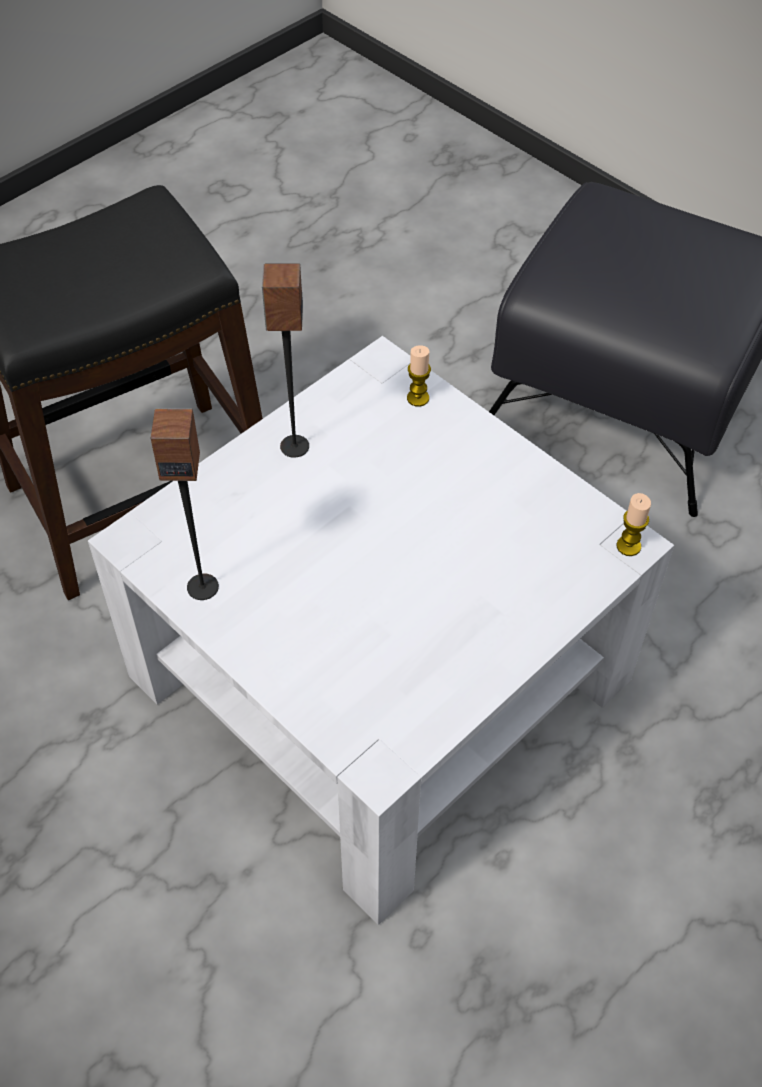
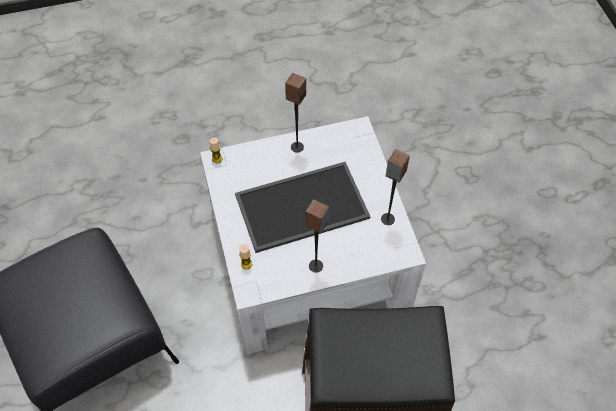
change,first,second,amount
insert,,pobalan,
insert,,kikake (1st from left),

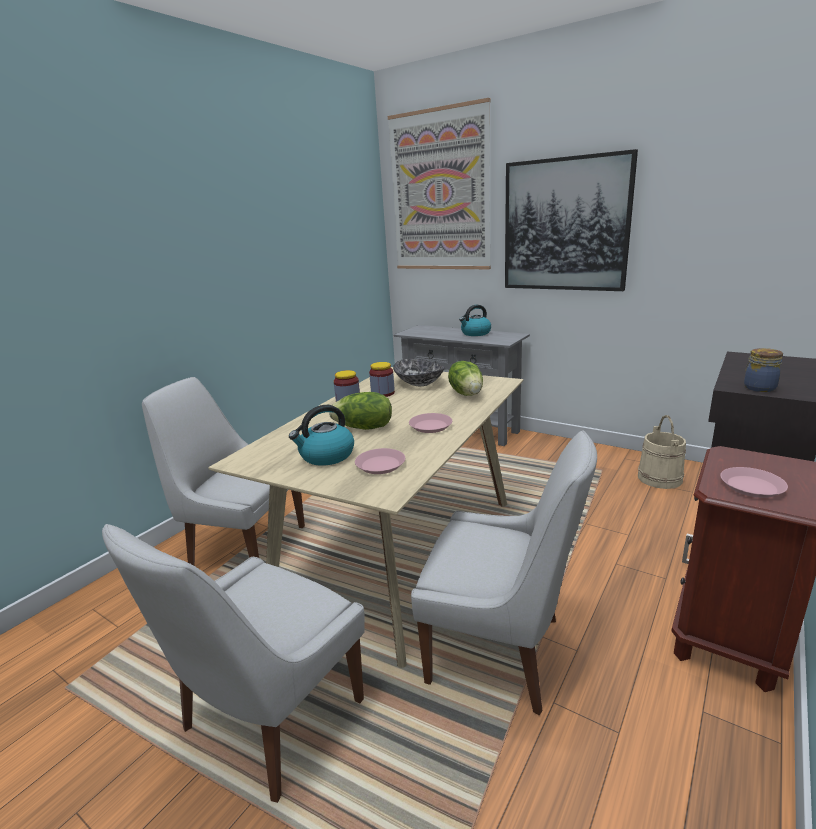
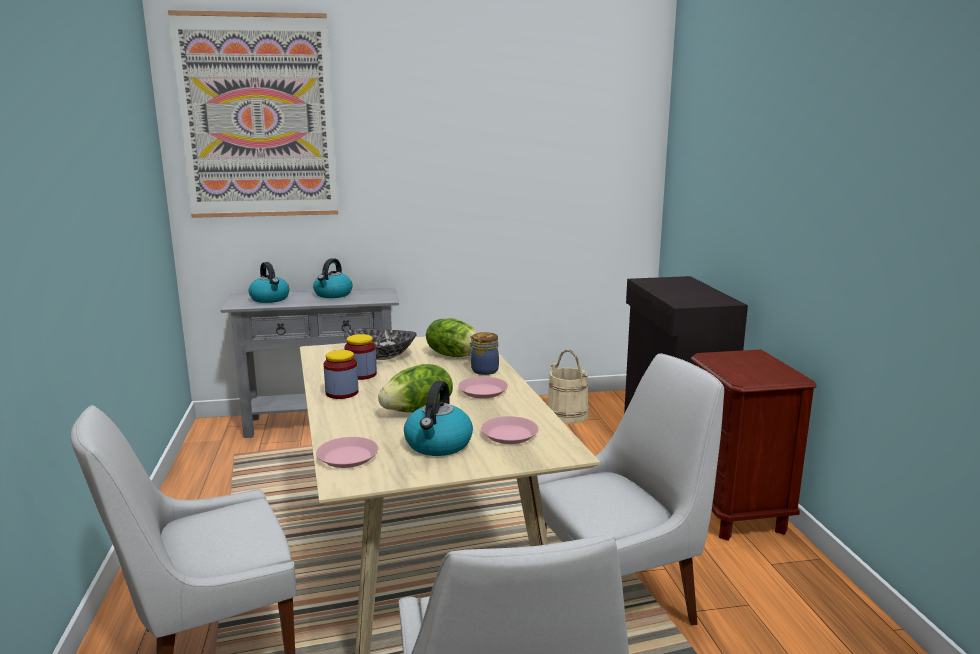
change,first,second,amount
delete,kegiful (2nd from left),,
move,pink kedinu (3rd from left in the first image),pink kedinu (1st from left),
move,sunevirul (3rd from left),,
insert,,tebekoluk (1st from left),

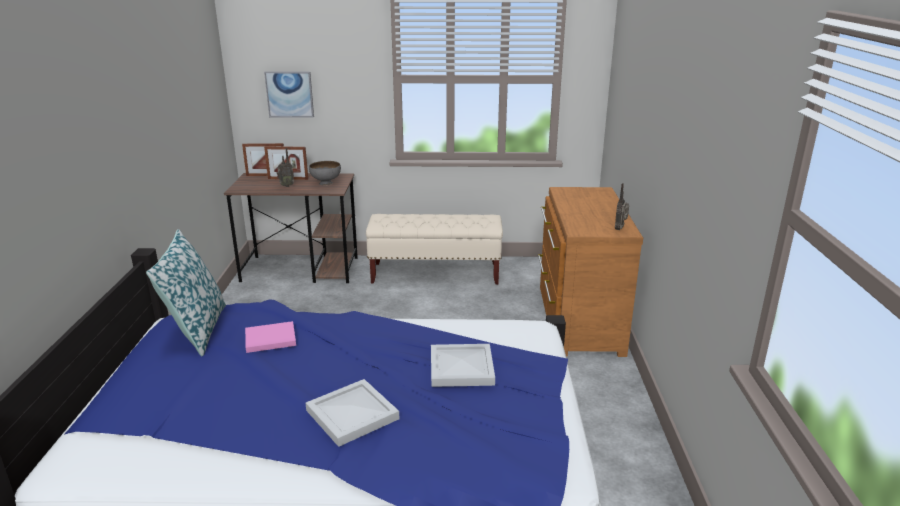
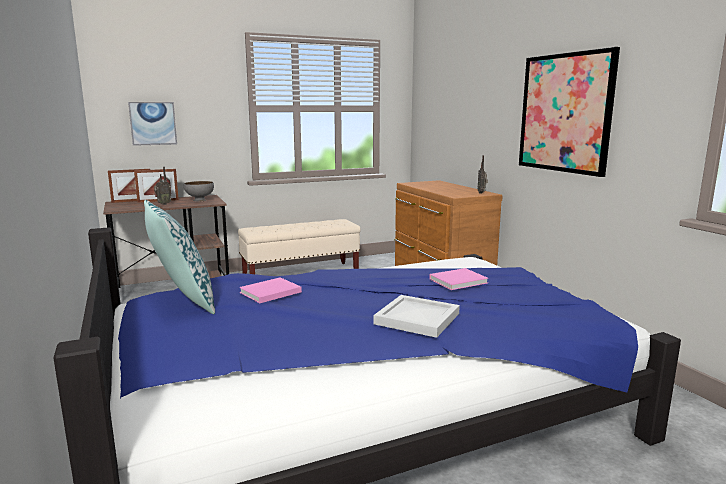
change,first,second,amount
replace,white pobalan (2nd from left),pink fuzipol (2nd from left),
insert,,kegiful (2nd from left),

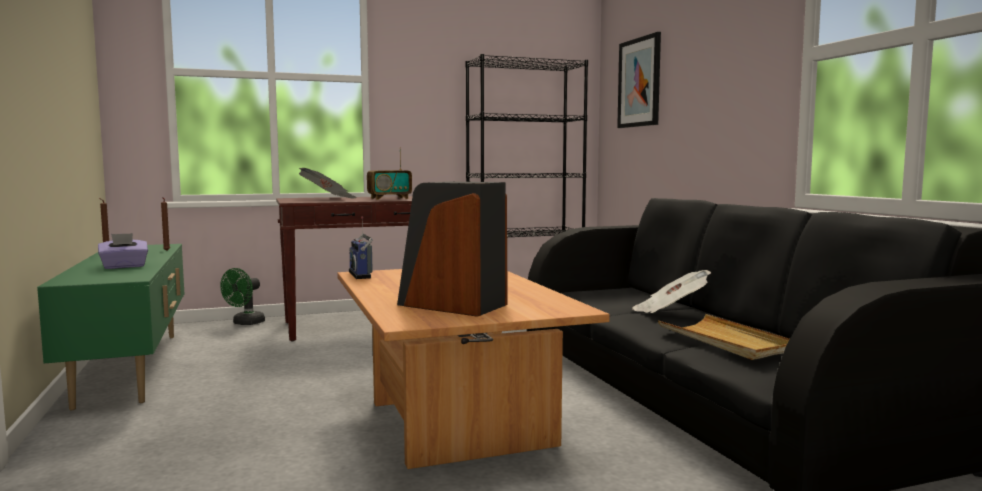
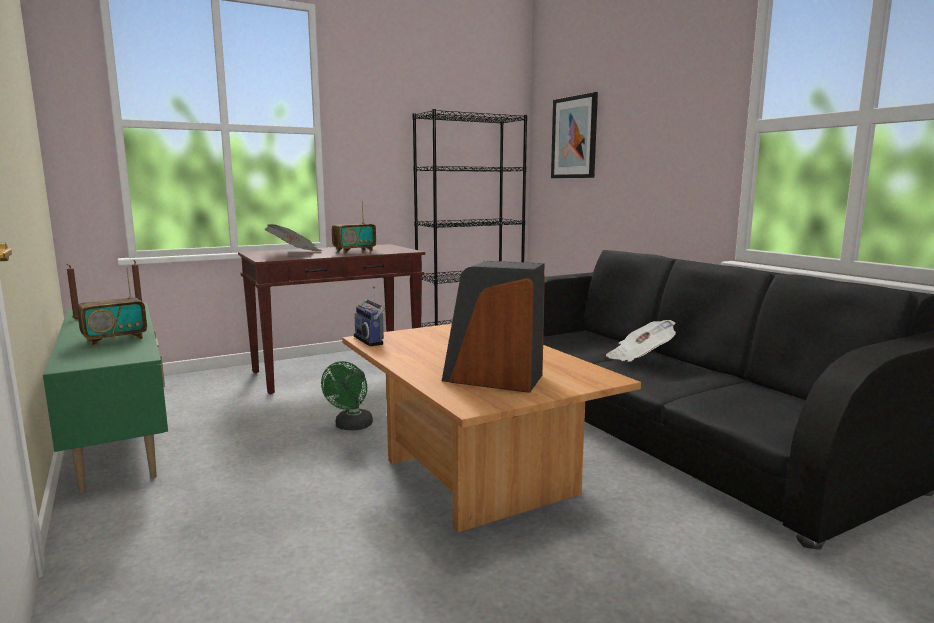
change,first,second,amount
replace,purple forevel,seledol (1st from left),
move,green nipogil,,
delete,beige pobalan,,

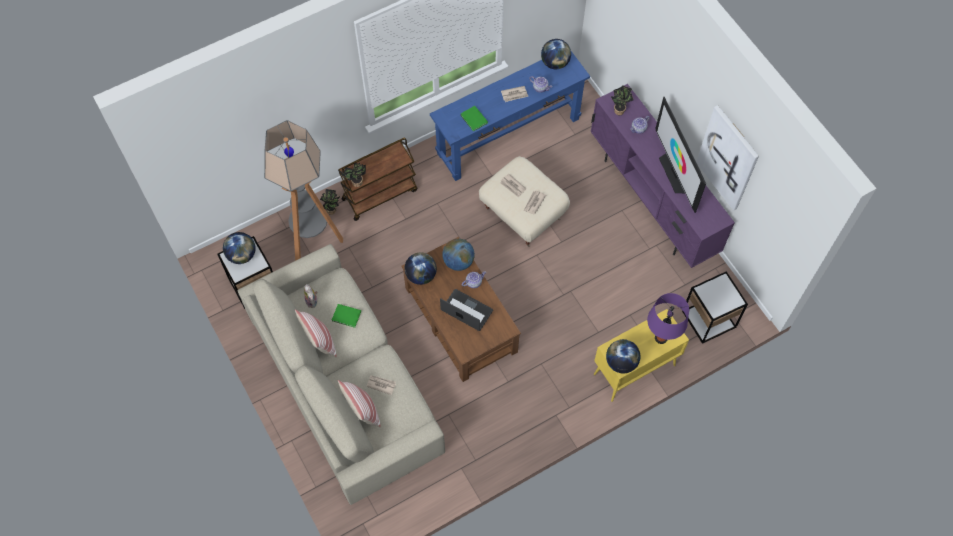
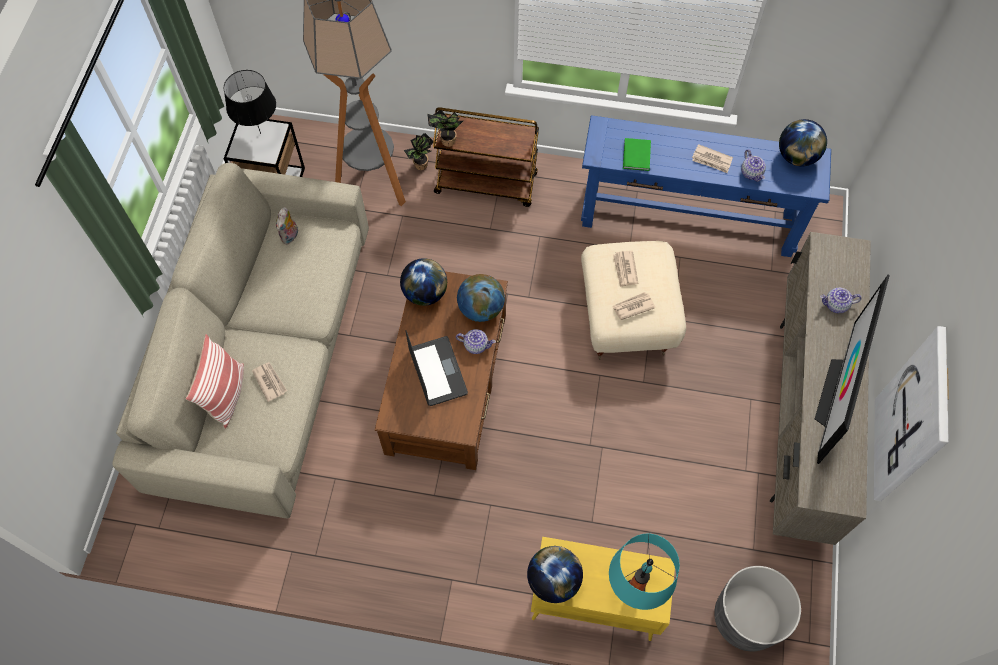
change,first,second,amount
replace,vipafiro (1st from left),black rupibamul,
delete,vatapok (1st from left),,
delete,green fuzipol (1st from left),,
recolor,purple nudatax,beige nudatax,
delete,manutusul (3rd from left),,
recolor,purple rupibamul,turquoise rupibamul,
replace,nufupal (2nd from left),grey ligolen,

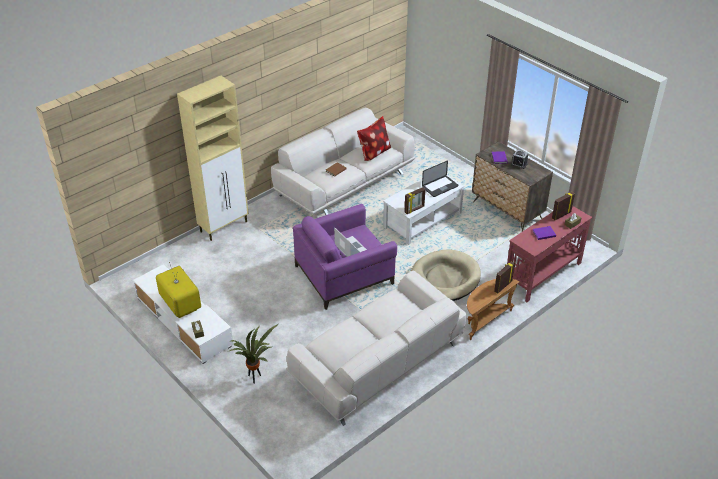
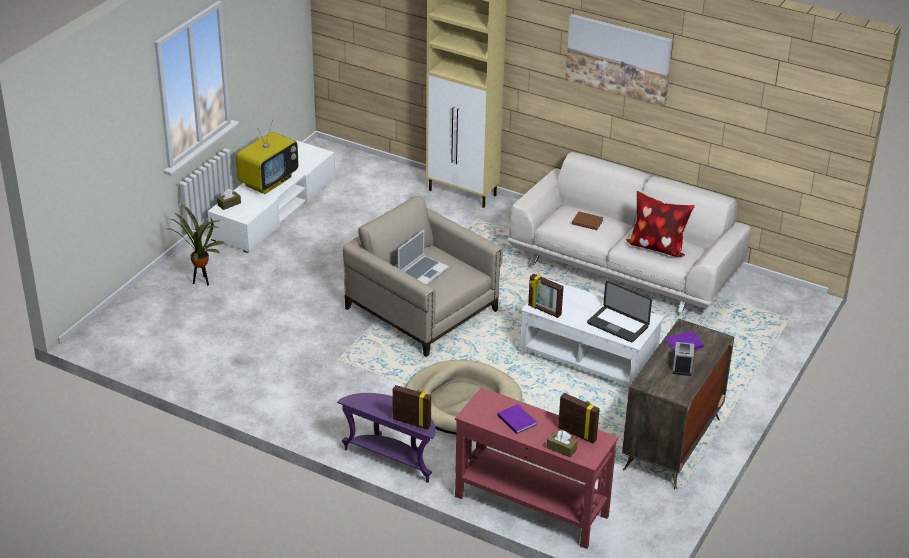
change,first,second,amount
delete,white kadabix (2nd from left),,
recolor,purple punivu,beige punivu,
recolor,brown nufupal,purple nufupal,
insert,,kegiful,

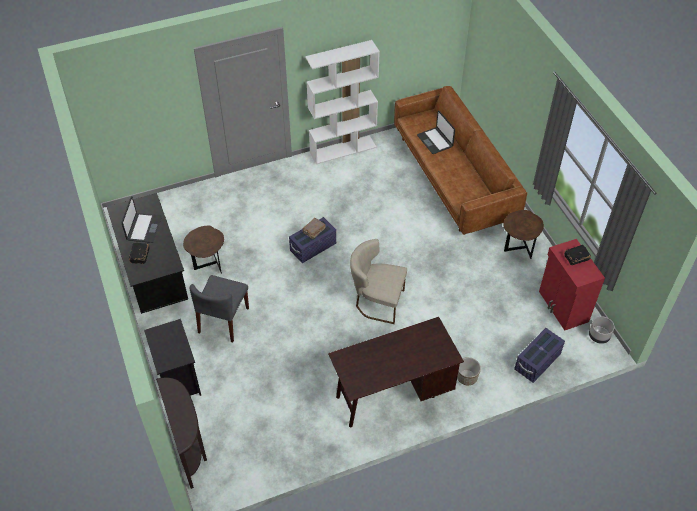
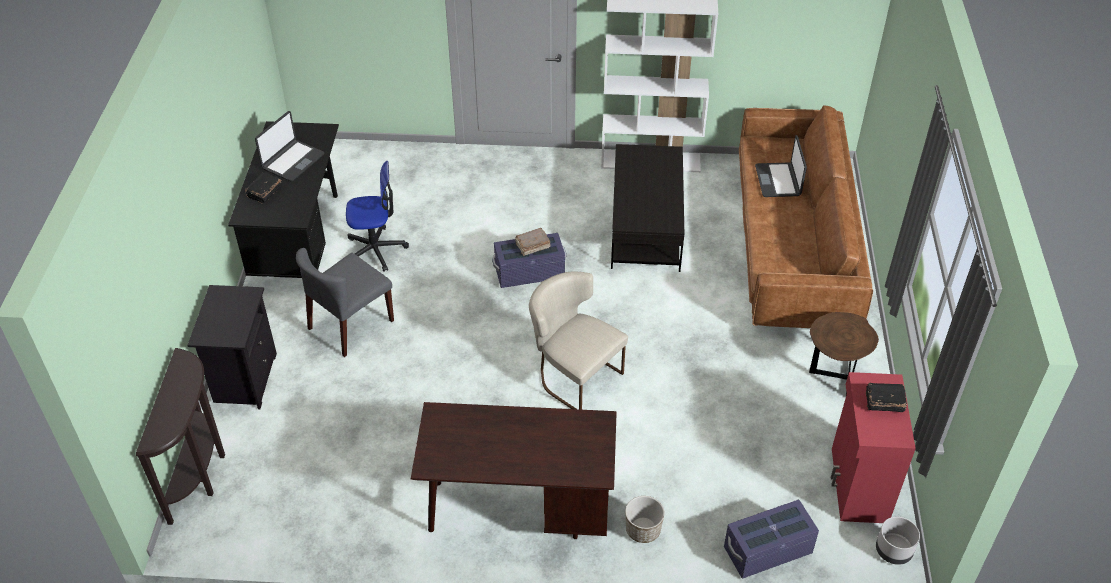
change,first,second,amount
replace,brown nufupal (1st from left),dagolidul,
insert,,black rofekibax,

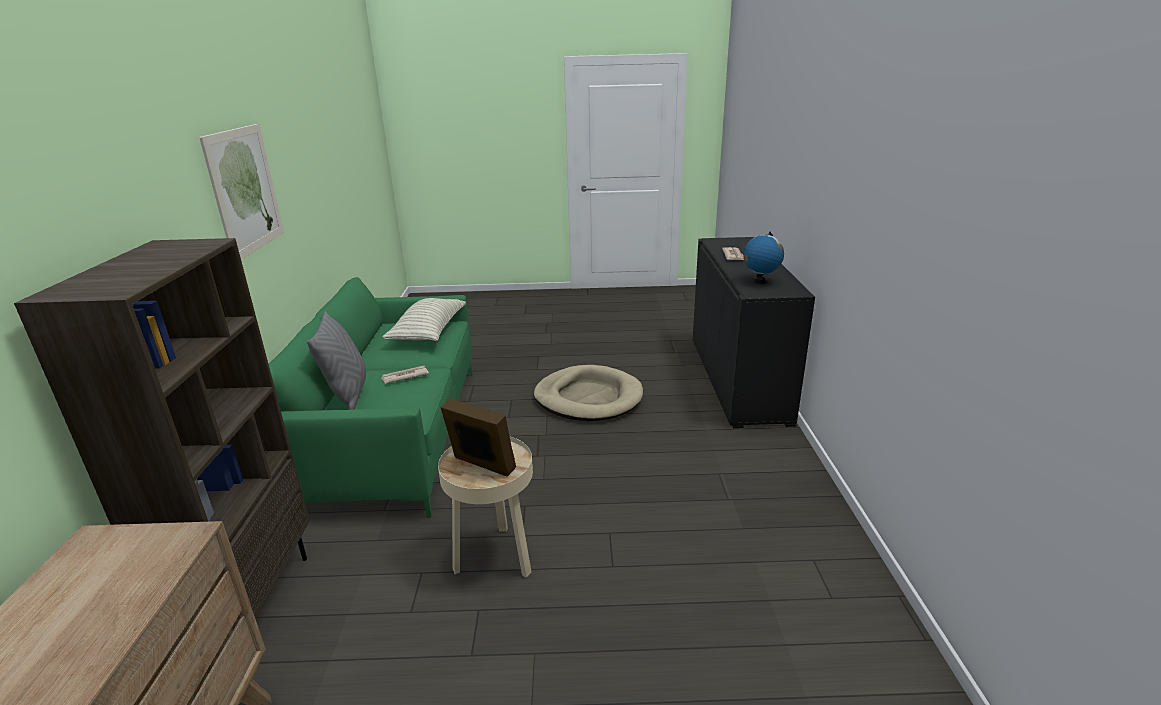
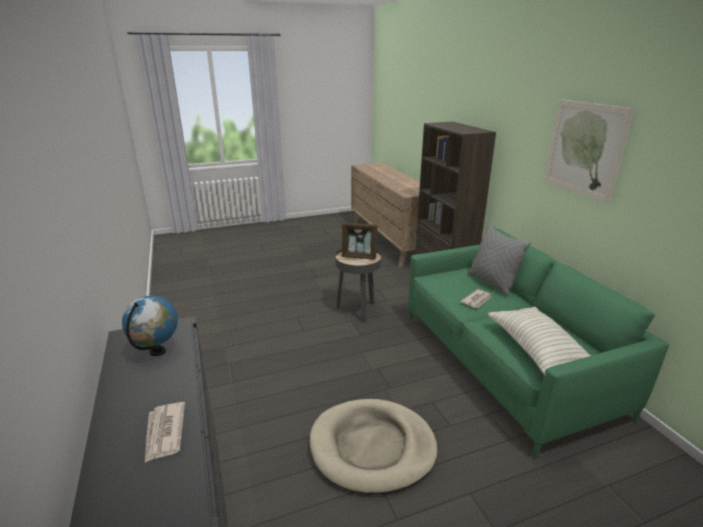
change,first,second,amount
recolor,beige nufupal,black nufupal,

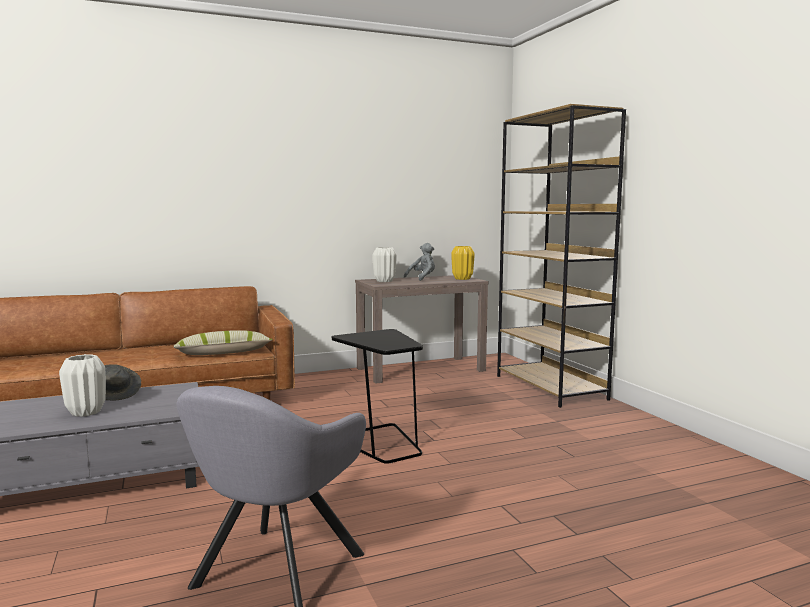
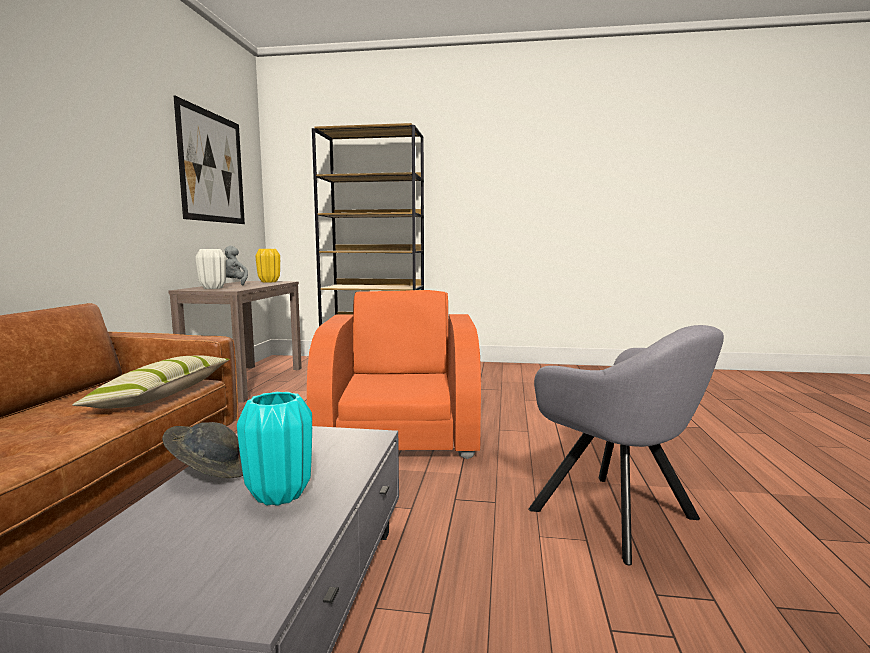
change,first,second,amount
recolor,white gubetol (1st from left),turquoise gubetol,
replace,black nufupal,orange punivu,
insert,,kegiful,

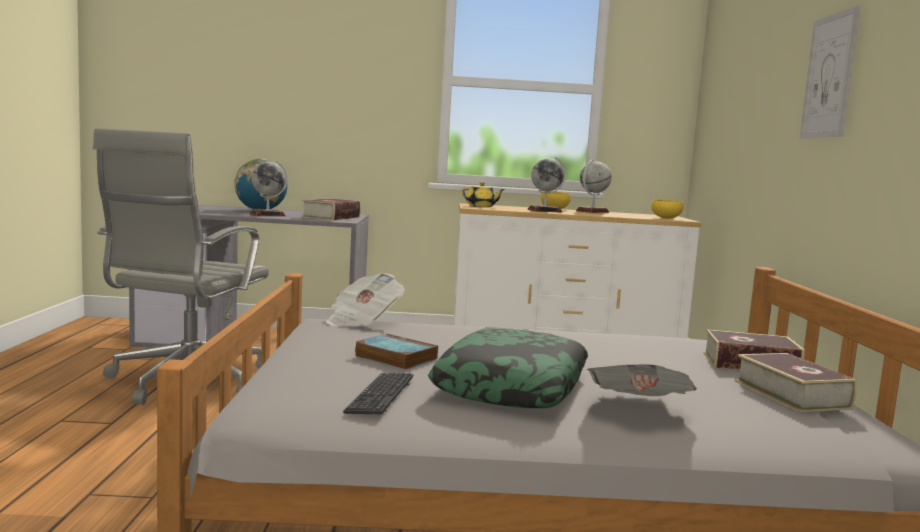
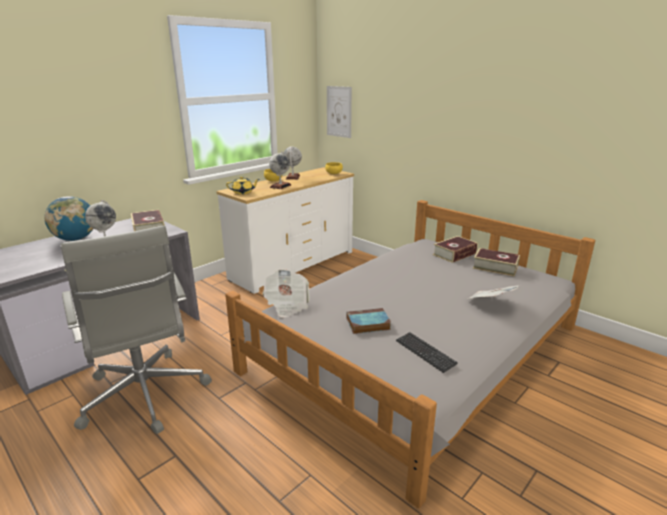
change,first,second,amount
delete,vatapok,,
move,kegiful,,

